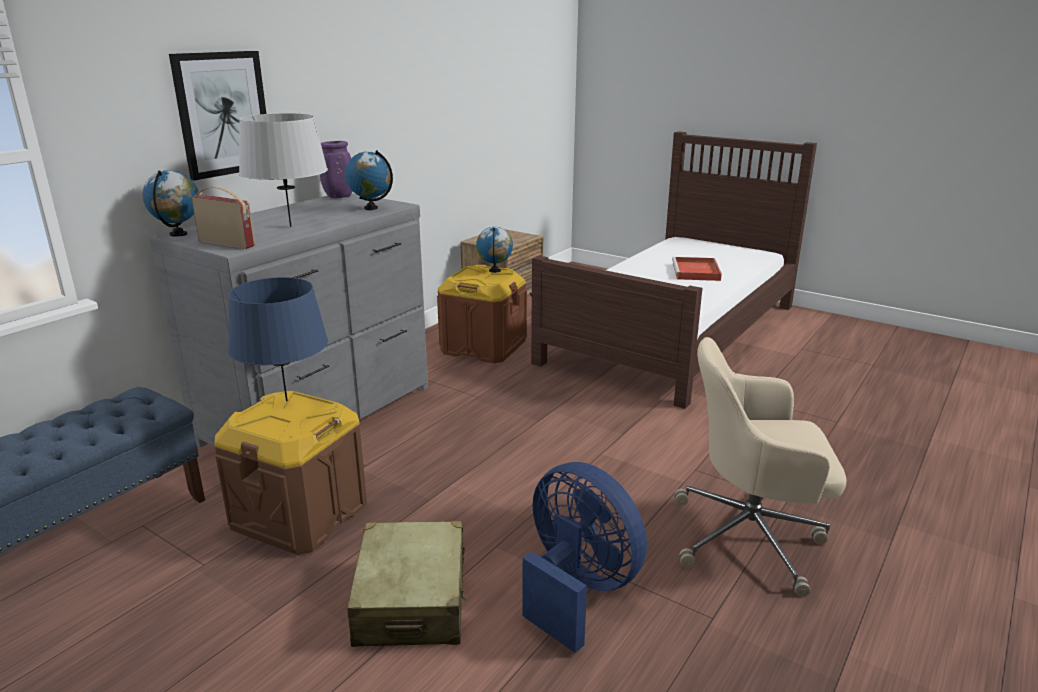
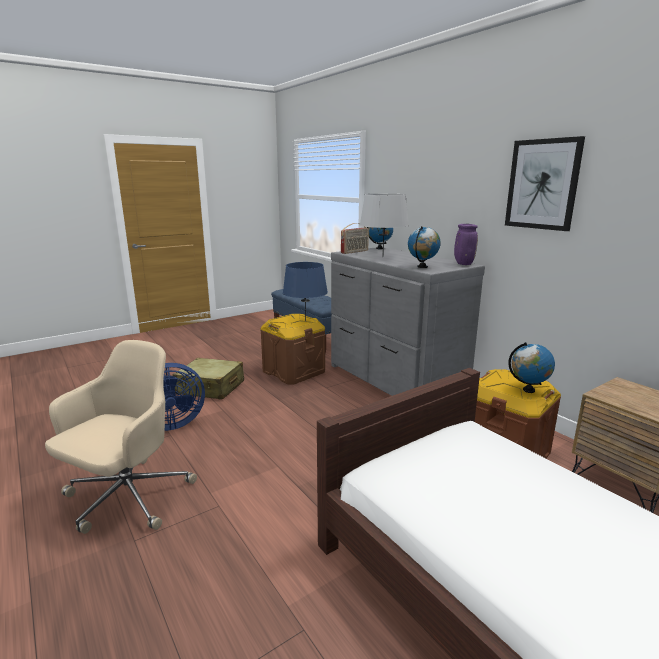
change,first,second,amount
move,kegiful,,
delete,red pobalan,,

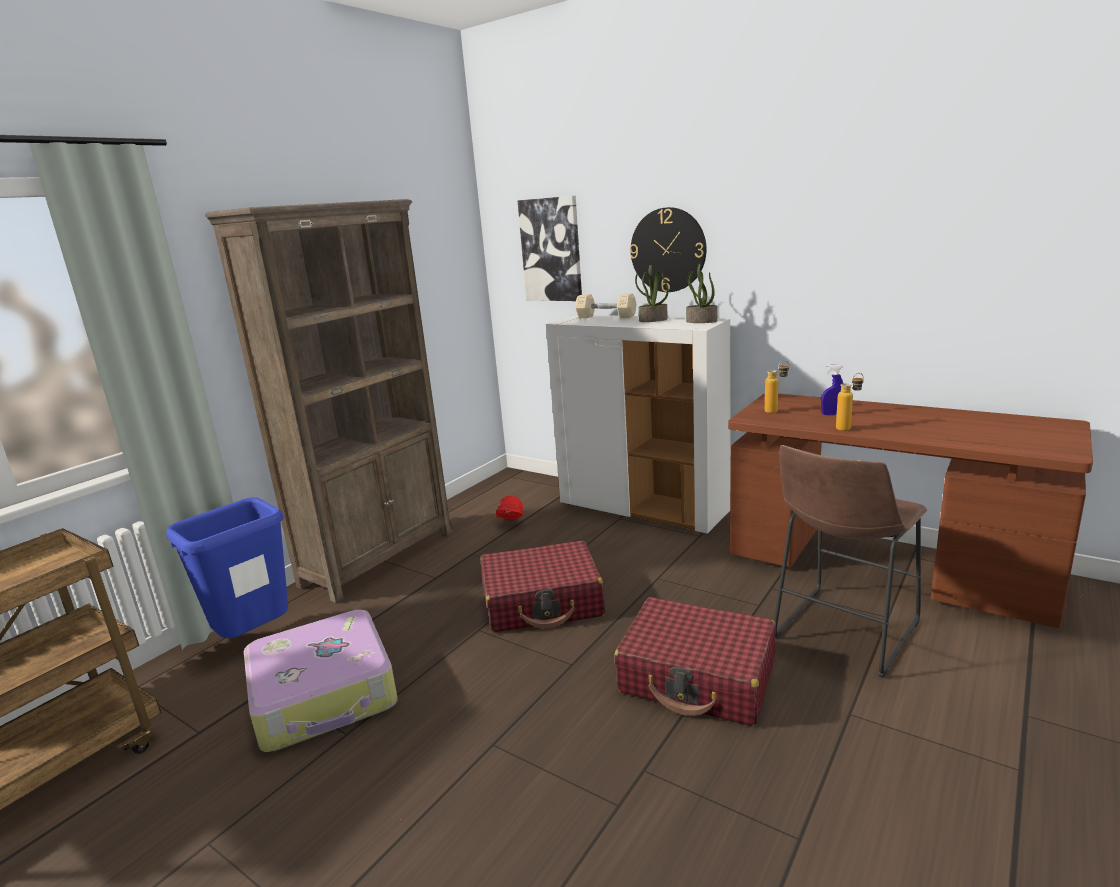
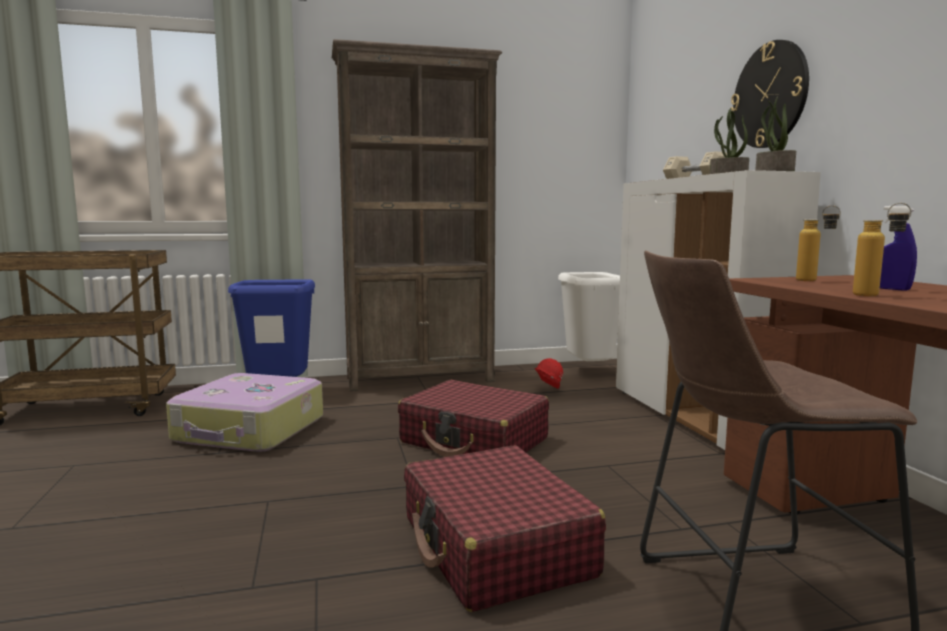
change,first,second,amount
delete,kegiful,,
insert,,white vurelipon,

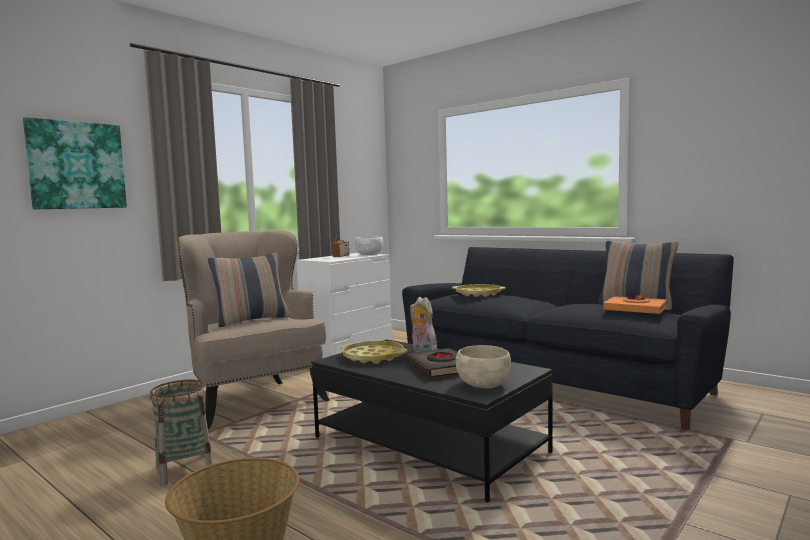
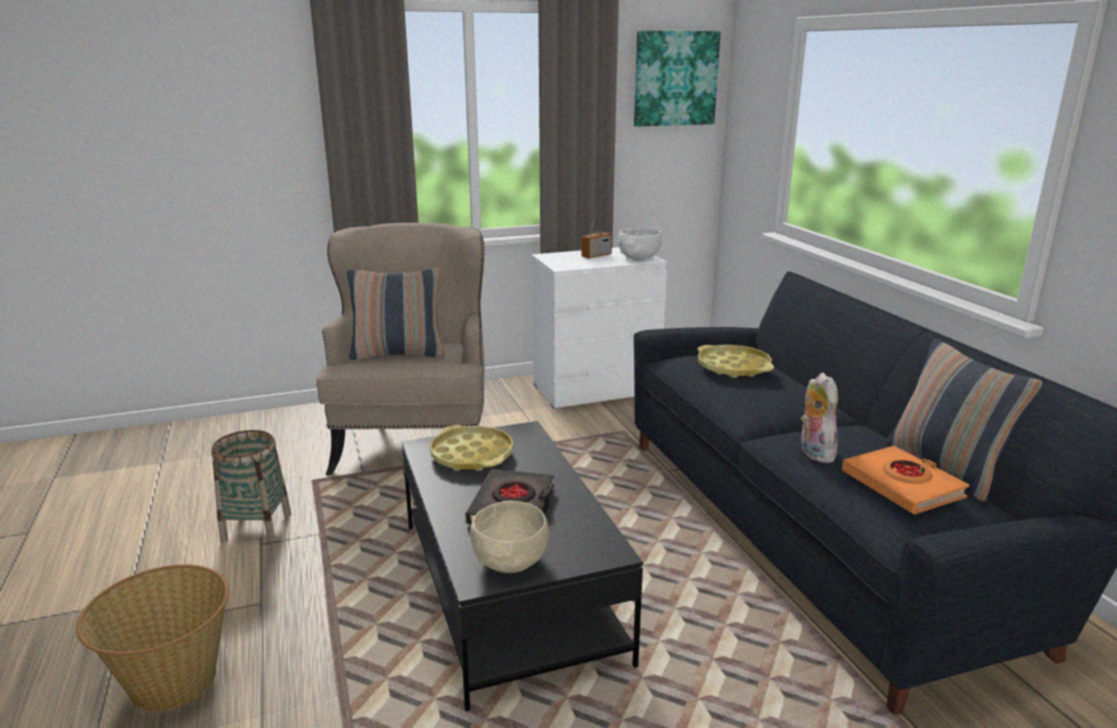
change,first,second,amount
move,kegiful,,
move,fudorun,,

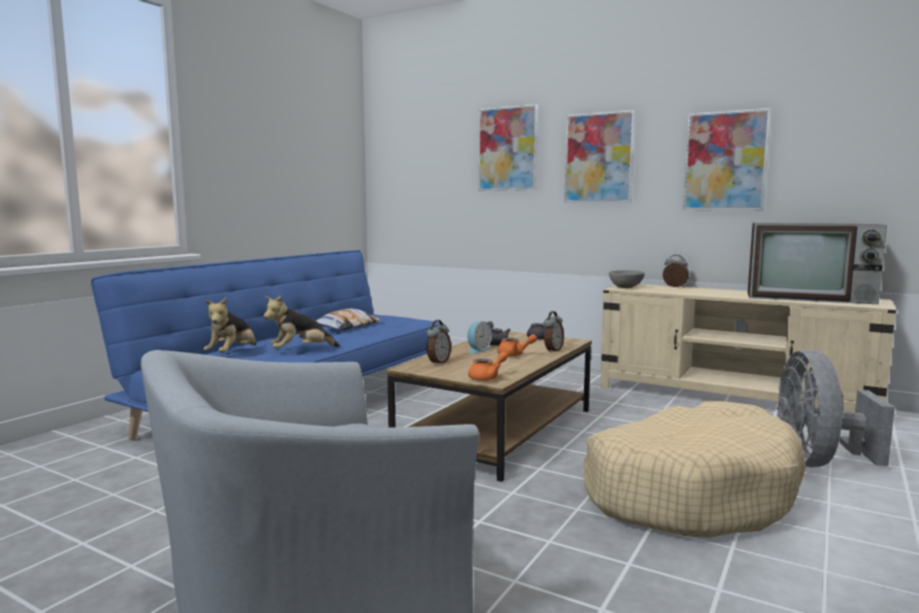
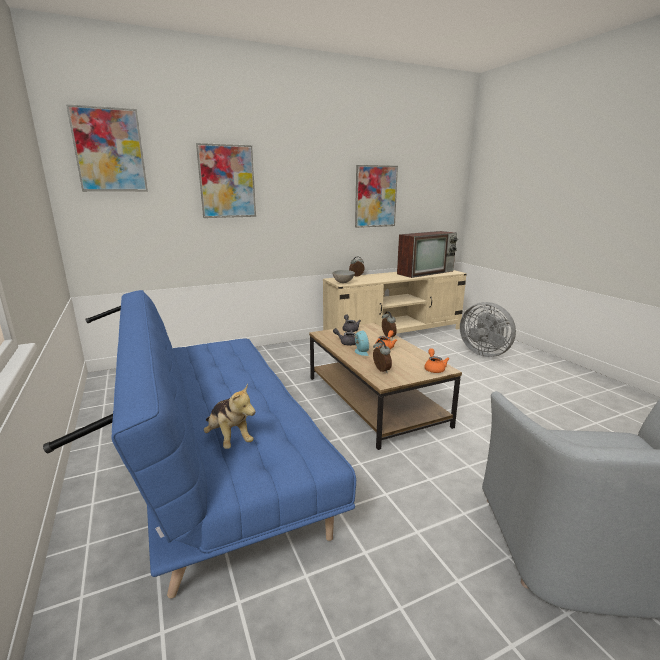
change,first,second,amount
delete,fudorun (2nd from left),,
delete,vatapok,,
move,kegiful (2nd from left in the first image),kegiful (1st from left),
delete,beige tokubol,,

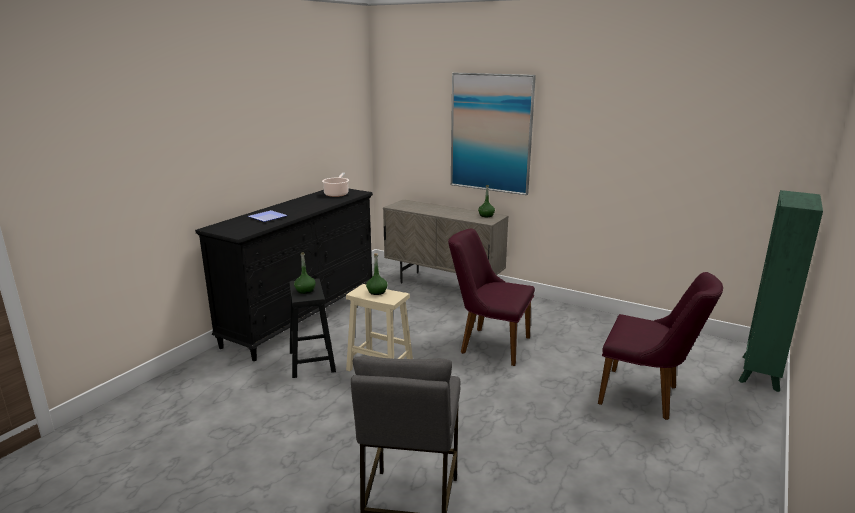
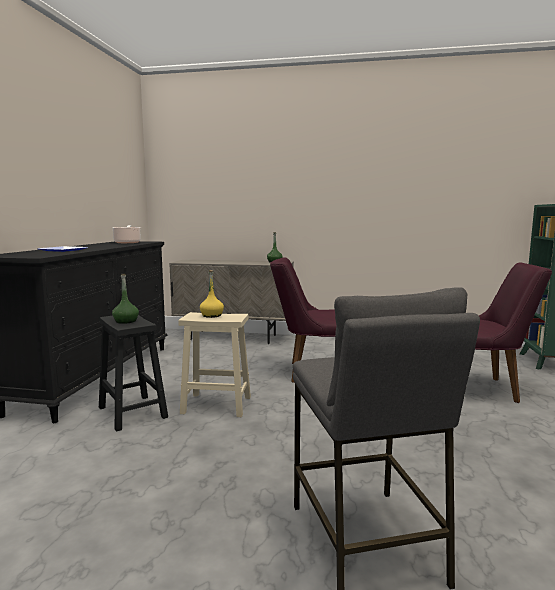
change,first,second,amount
recolor,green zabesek (2nd from left),yellow zabesek,
delete,kegiful,,

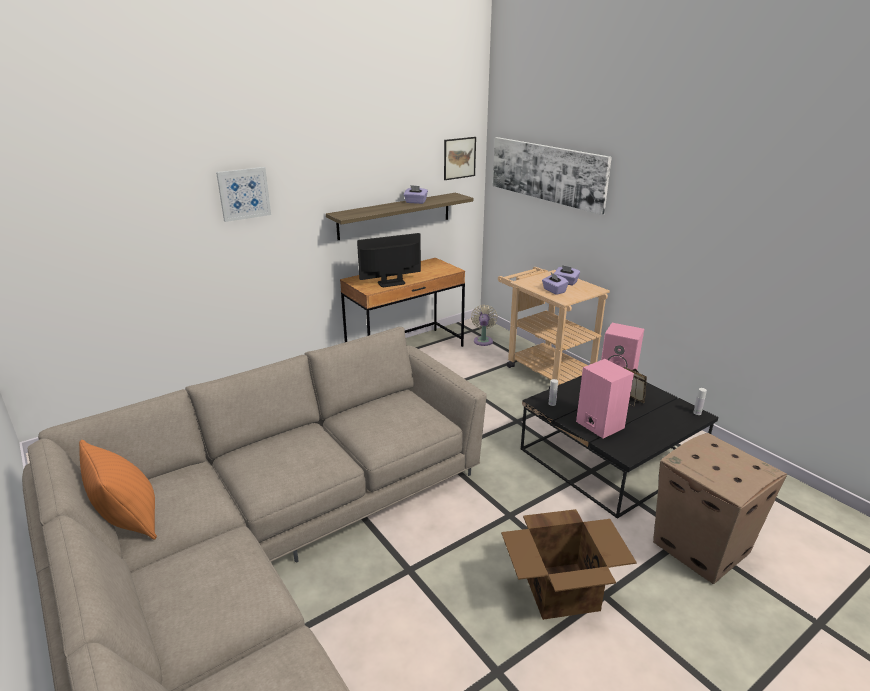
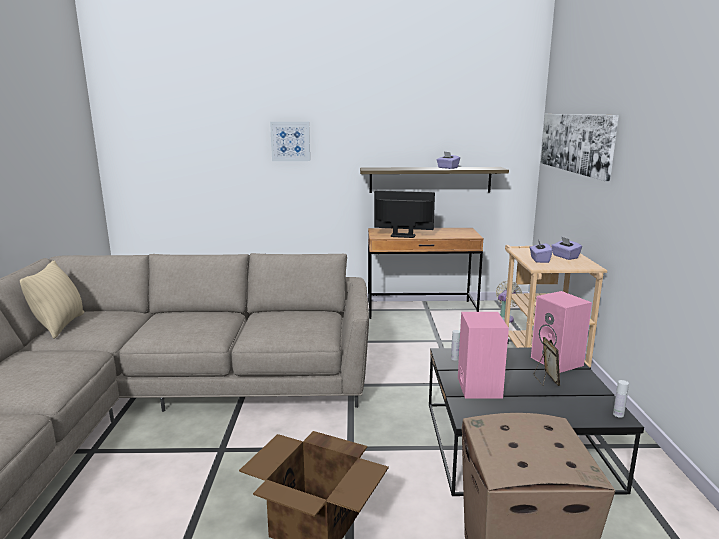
change,first,second,amount
recolor,orange vatapok,beige vatapok,
delete,kegiful (2nd from left),,

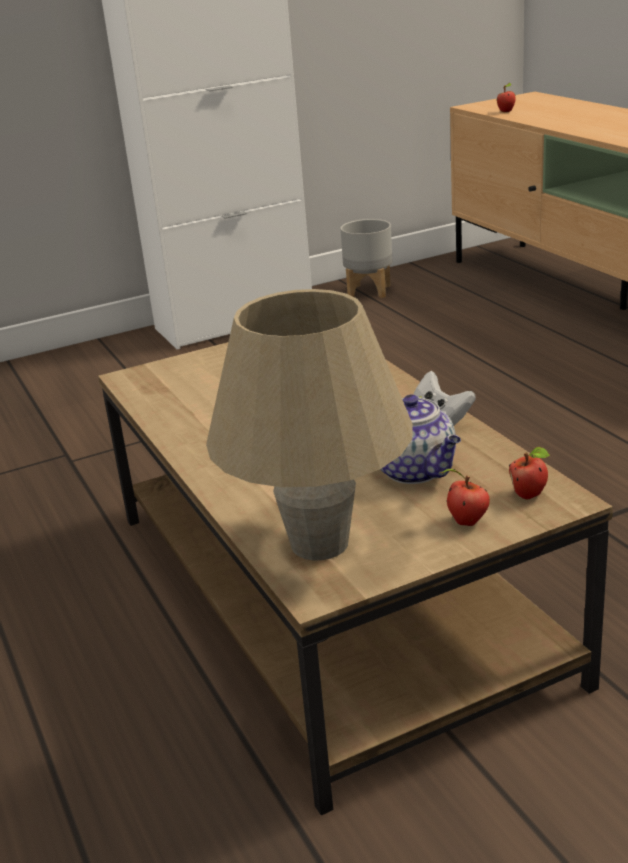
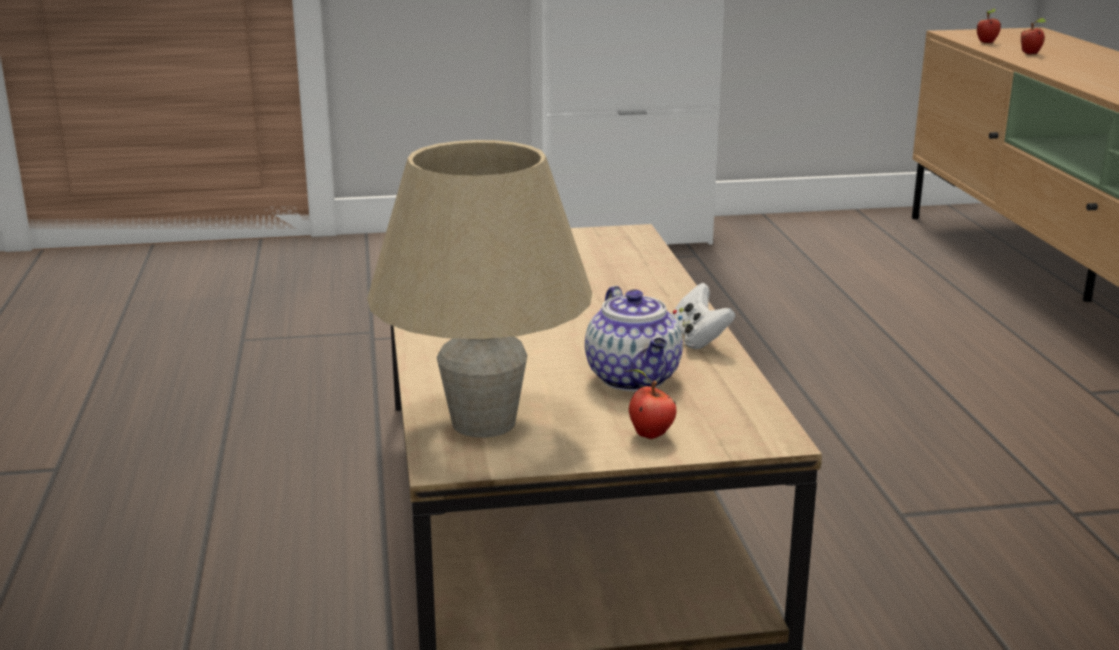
change,first,second,amount
delete,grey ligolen,,
move,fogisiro (3rd from left),,

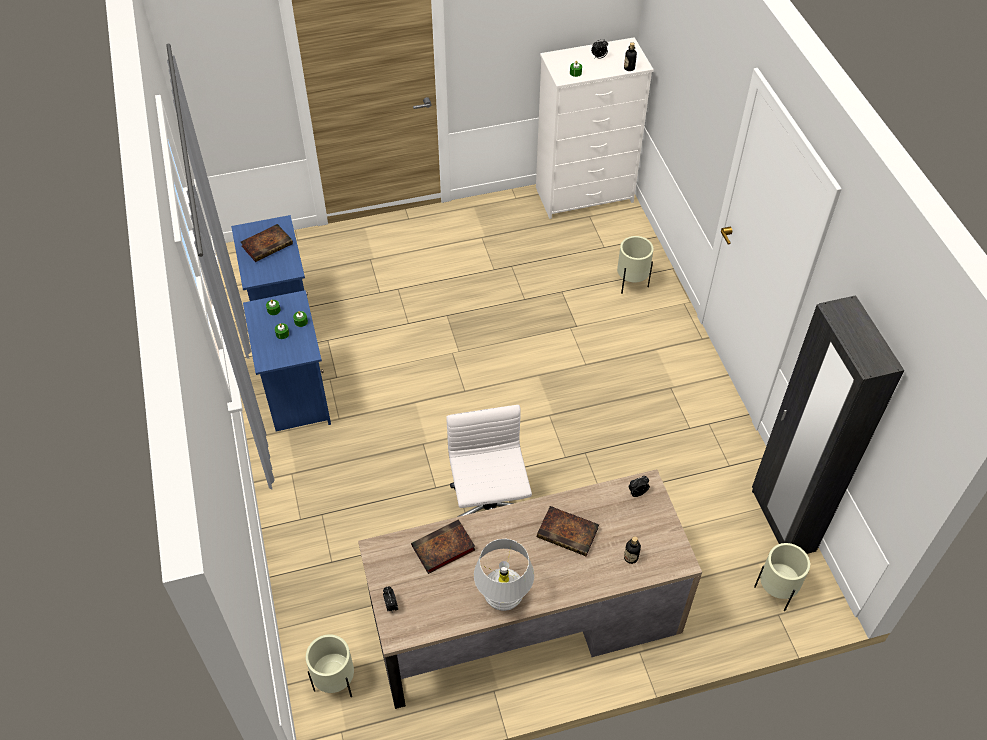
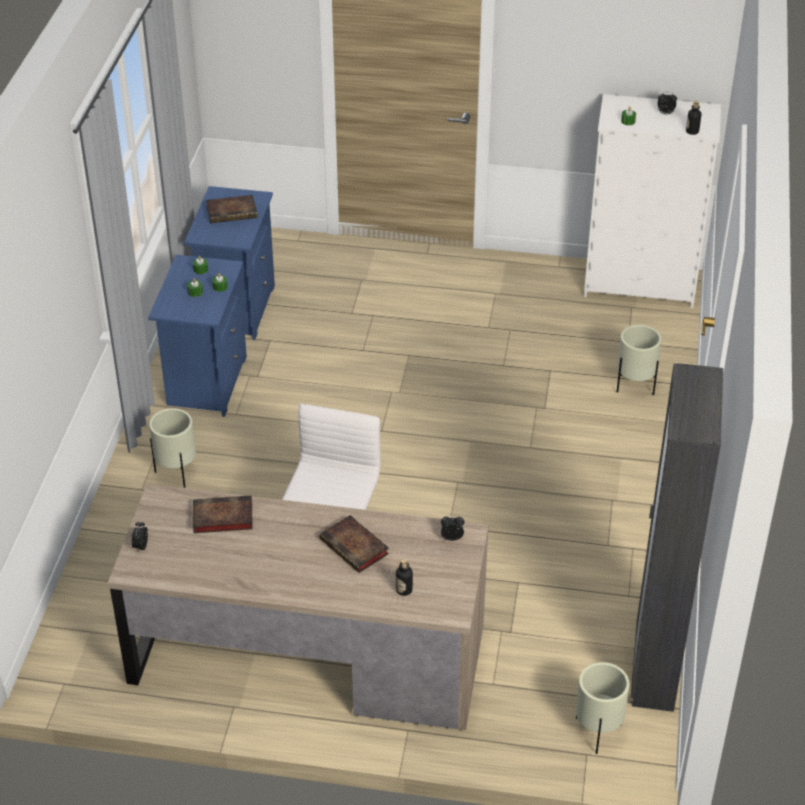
change,first,second,amount
move,beige ligolen (1st from left),,
delete,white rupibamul,,

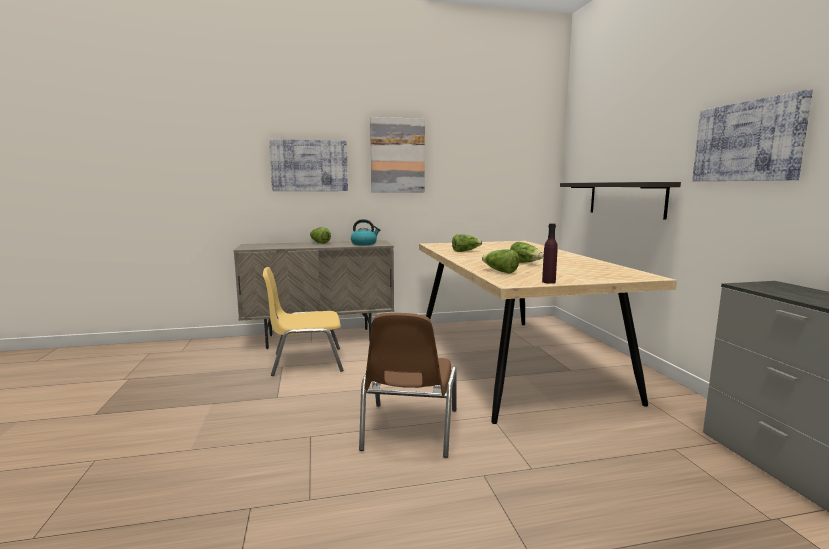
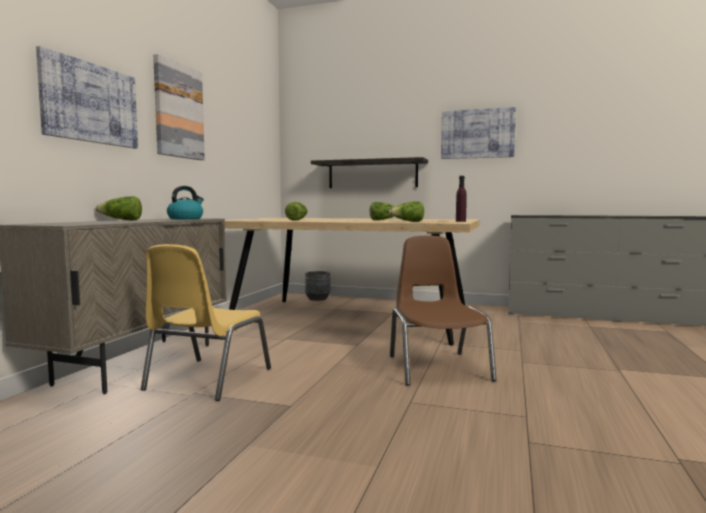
change,first,second,amount
rotate,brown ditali,,135 degrees counterclockwise
insert,,grey ligolen,

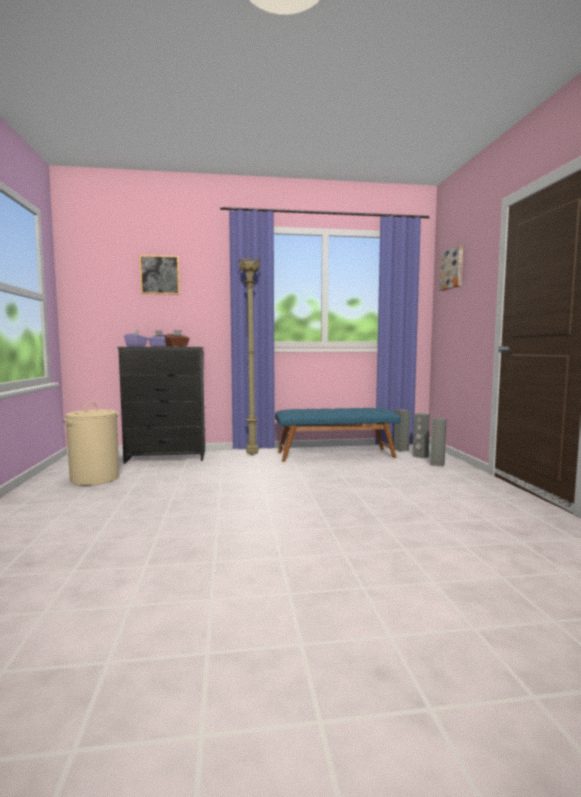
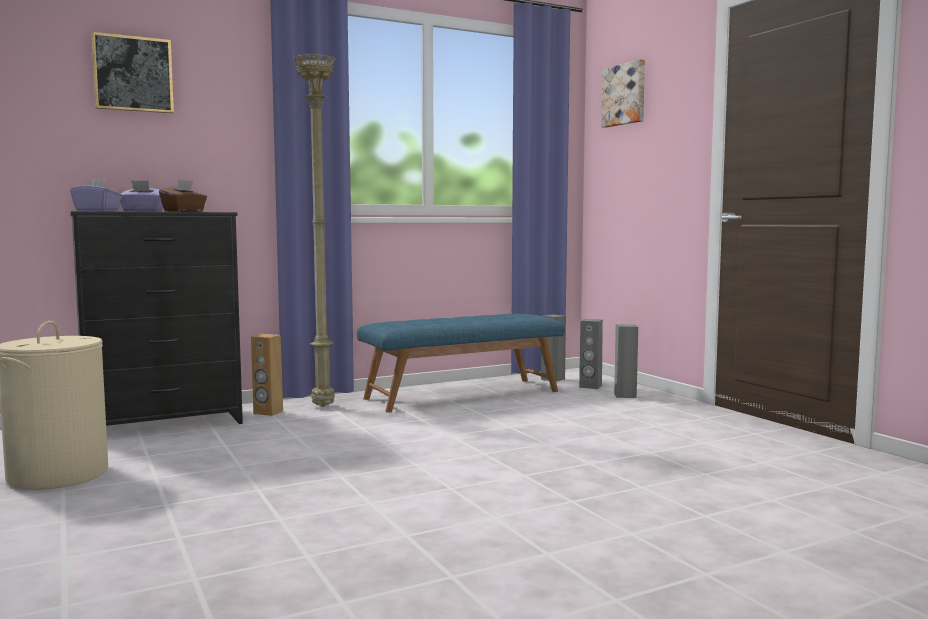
change,first,second,amount
insert,,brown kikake,

